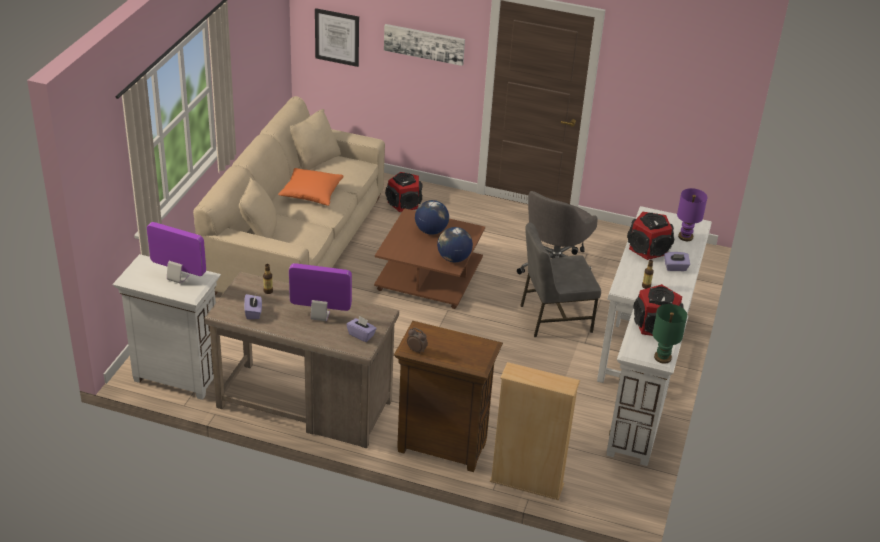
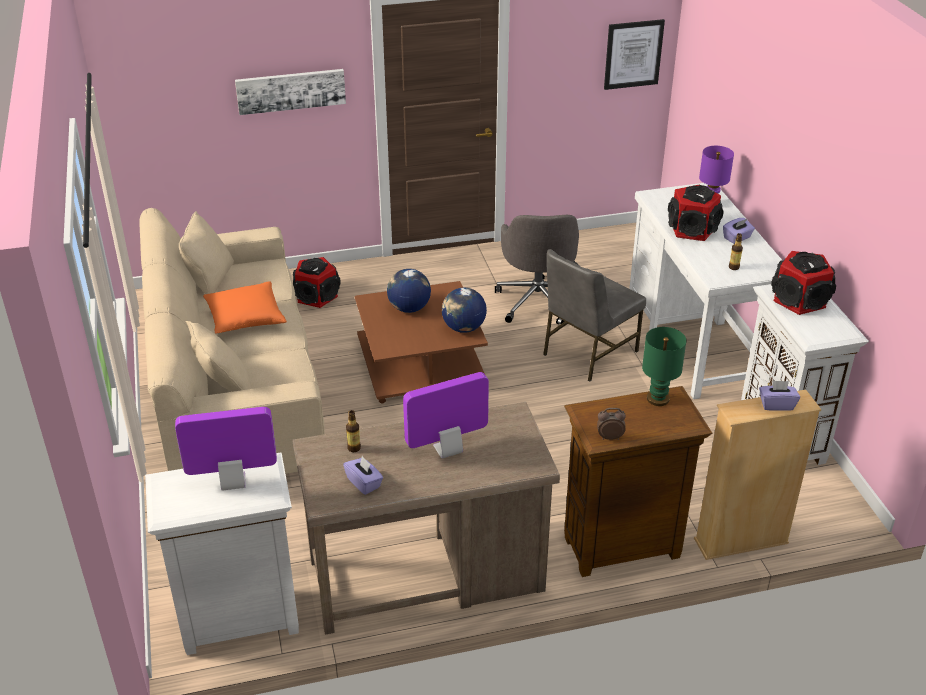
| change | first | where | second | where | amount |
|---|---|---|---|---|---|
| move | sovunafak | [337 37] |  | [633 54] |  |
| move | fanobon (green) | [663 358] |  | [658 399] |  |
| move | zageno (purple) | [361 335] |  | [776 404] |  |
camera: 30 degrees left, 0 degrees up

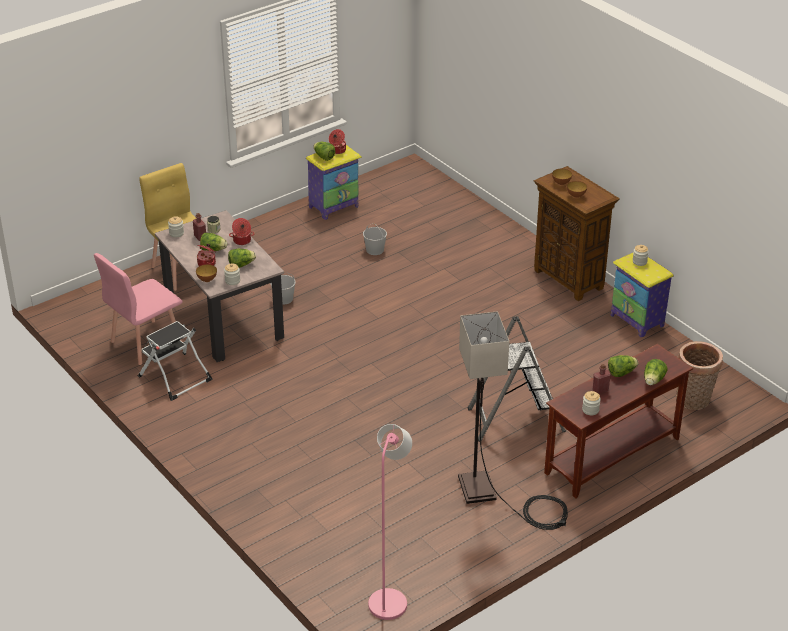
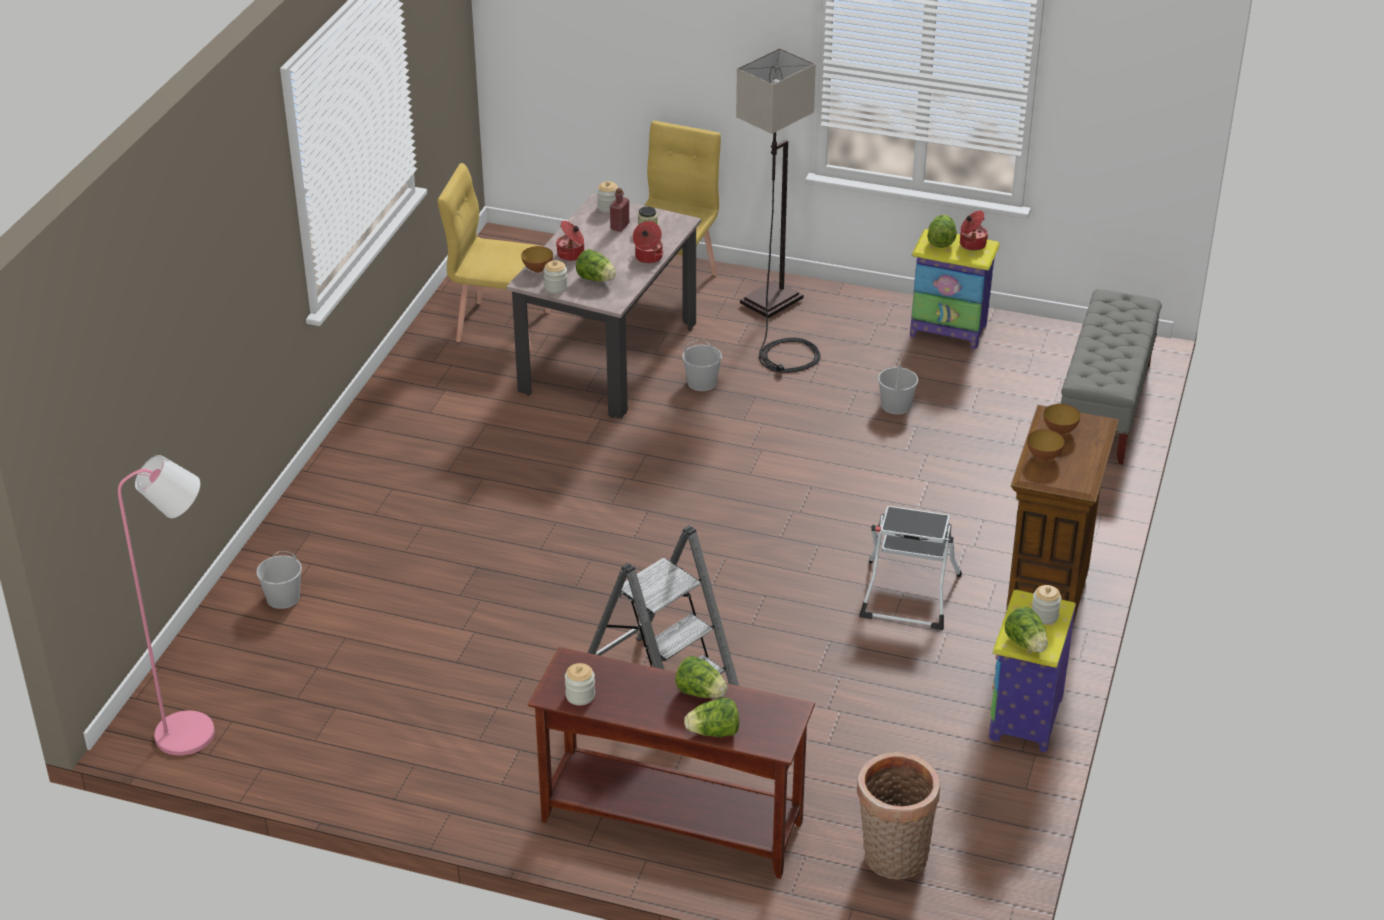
| change | first | where | second | where | amount |
|---|---|---|---|---|---|
| insert |  |  | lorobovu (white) | [283 598] |  |
| recolor | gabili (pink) | [145 342] | gabili (yellow) | [502 325] |  |
| move | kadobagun | [513 502] |  | [779 331] |  |
| move | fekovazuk | [175 376] |  | [908 592] |  |
| move | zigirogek | [213 250] |  | [1026 643] |  |
| insert |  |  | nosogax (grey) | [1104 408] |  |
| delete | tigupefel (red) | [600 390] |  |  |  |
camera: 55 degrees right, 0 degrees up

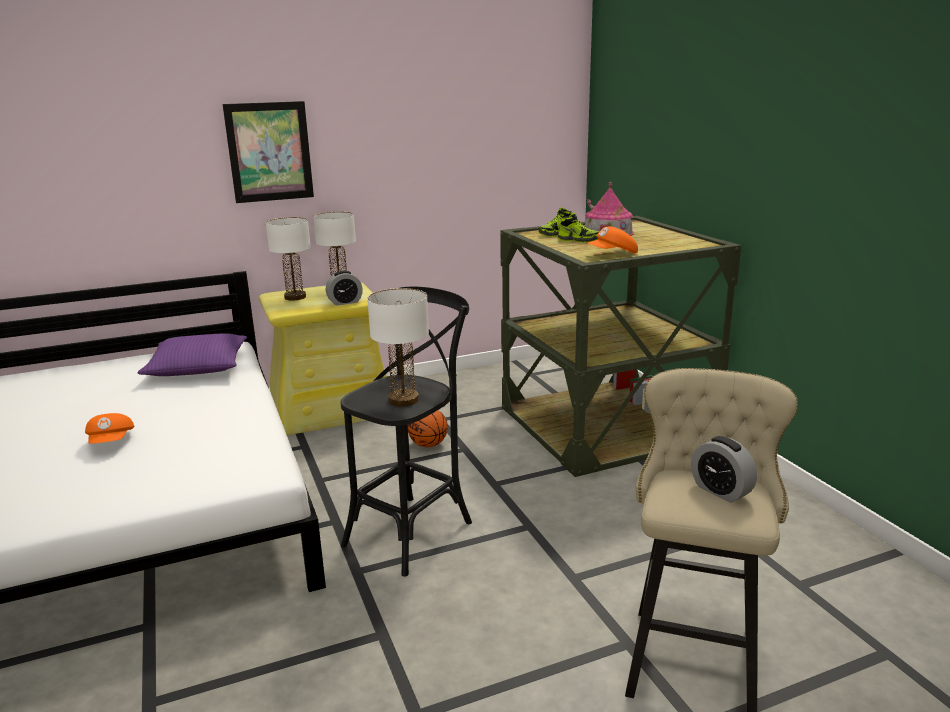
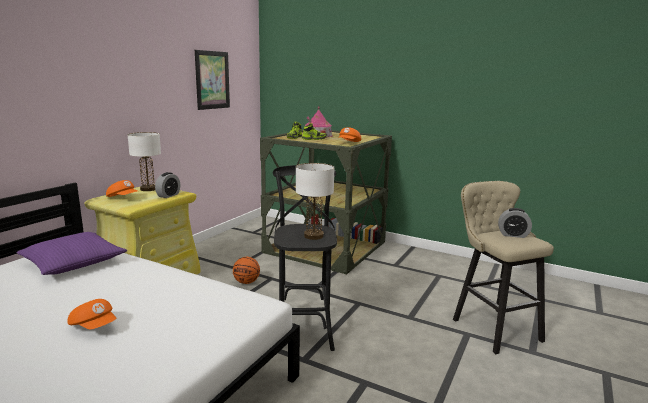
| change | first | where | second | where | amount |
|---|---|---|---|---|---|
| replace | fanobon | [295 297] | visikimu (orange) | [123 198] |  |
| move | sovunafak | [269 152] |  | [212 80] |  |
camera: 40 degrees left, 5 degrees down

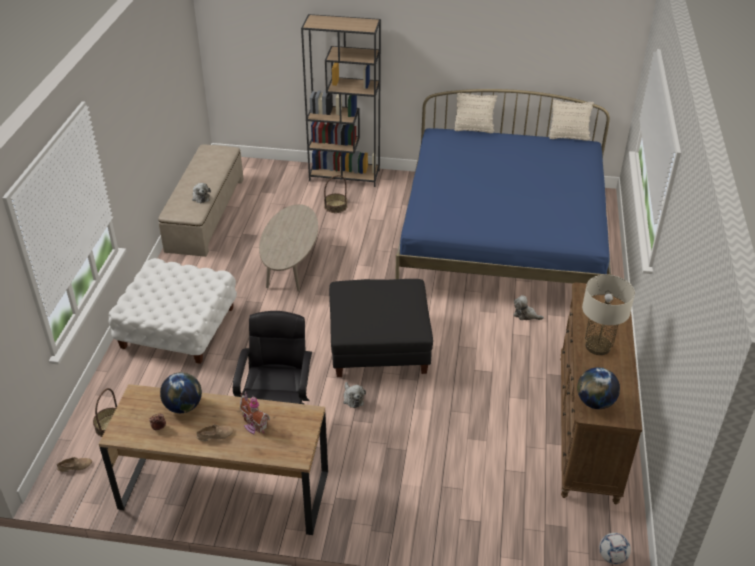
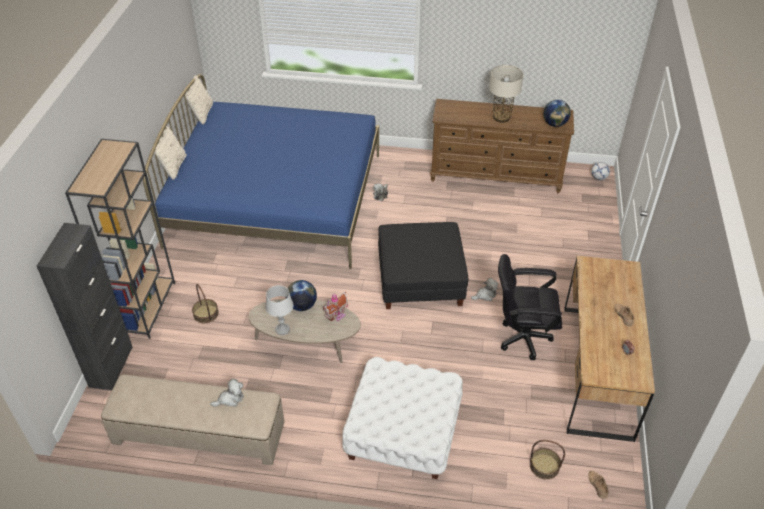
| change | first | where | second | where | amount |
|---|---|---|---|---|---|
| insert |  |  | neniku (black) | [111 367] |  |
| insert |  |  | fanobon (grey) | [282 329] |  |
| move | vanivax | [183 406] |  | [302 306] |  |
| move | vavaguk | [254 425] |  | [336 315] |  |
camera: 90 degrees left, 5 degrees up

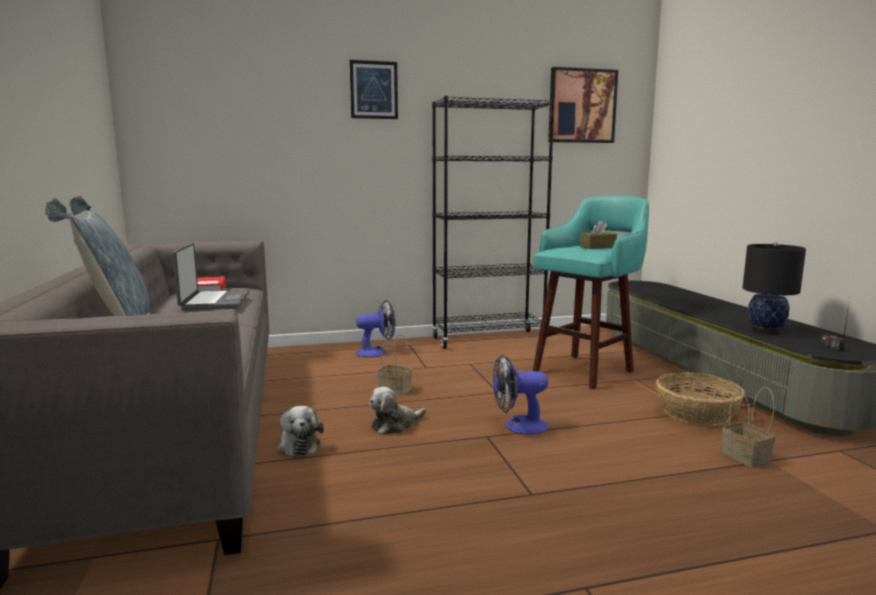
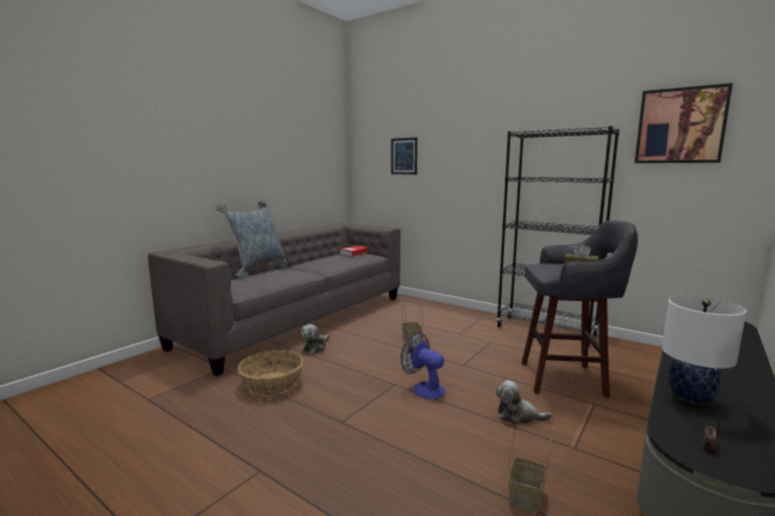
| change | first | where | second | where | amount |
|---|---|---|---|---|---|
| move | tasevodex | [696 413] |  | [272 384] |  |
| move | sovunafak | [374 90] |  | [404 156] |  |
| move | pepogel | [395 425] |  | [518 416] |  |
| recolor | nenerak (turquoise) | [586 370] | nenerak (grey) | [566 379] |  |
| recolor | fanobon (black) | [766 330] | fanobon (white) | [690 400] |  |
| delete | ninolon | [214 302] |  |  |  |
| delete | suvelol | [376 352] |  |  |  |
camera: 50 degrees right, 0 degrees up

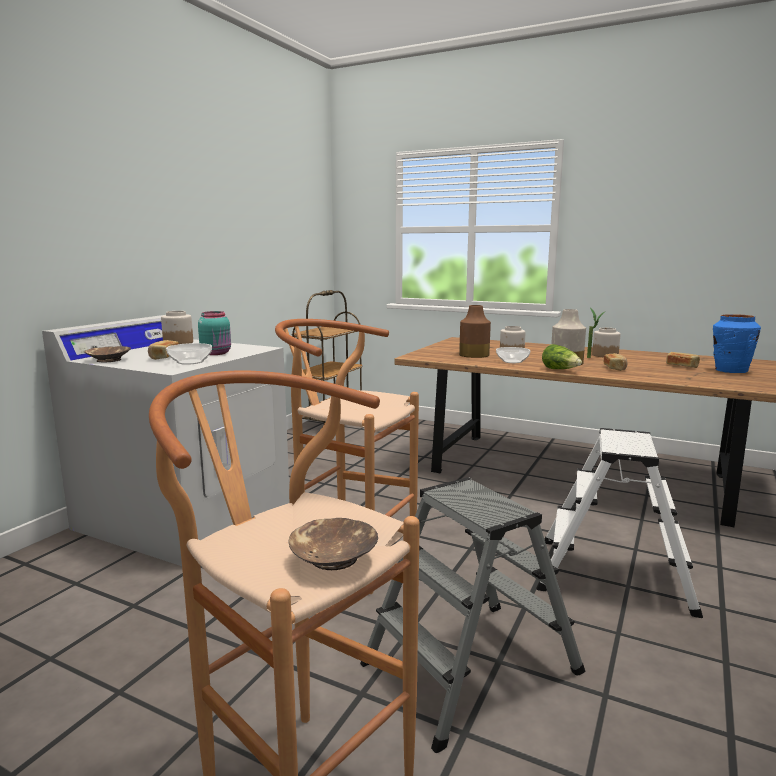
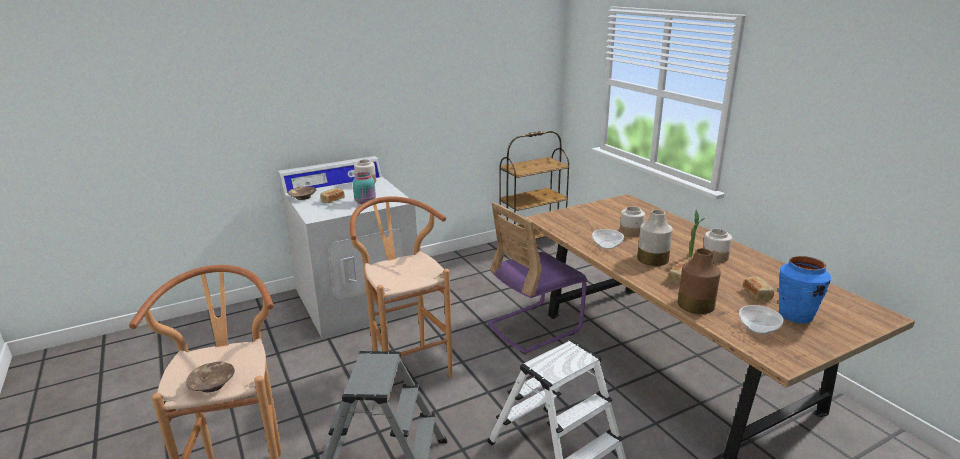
| change | first | where | second | where | amount |
|---|---|---|---|---|---|
| insert |  |  | gabili (purple) | [534 327] |  |
| move | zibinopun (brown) | [474 354] |  | [696 304] |  |
| move | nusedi | [190 362] |  | [758 327] |  |
| delete | zigirogek | [560 370] |  |  |  |
camera: 35 degrees right, 10 degrees up

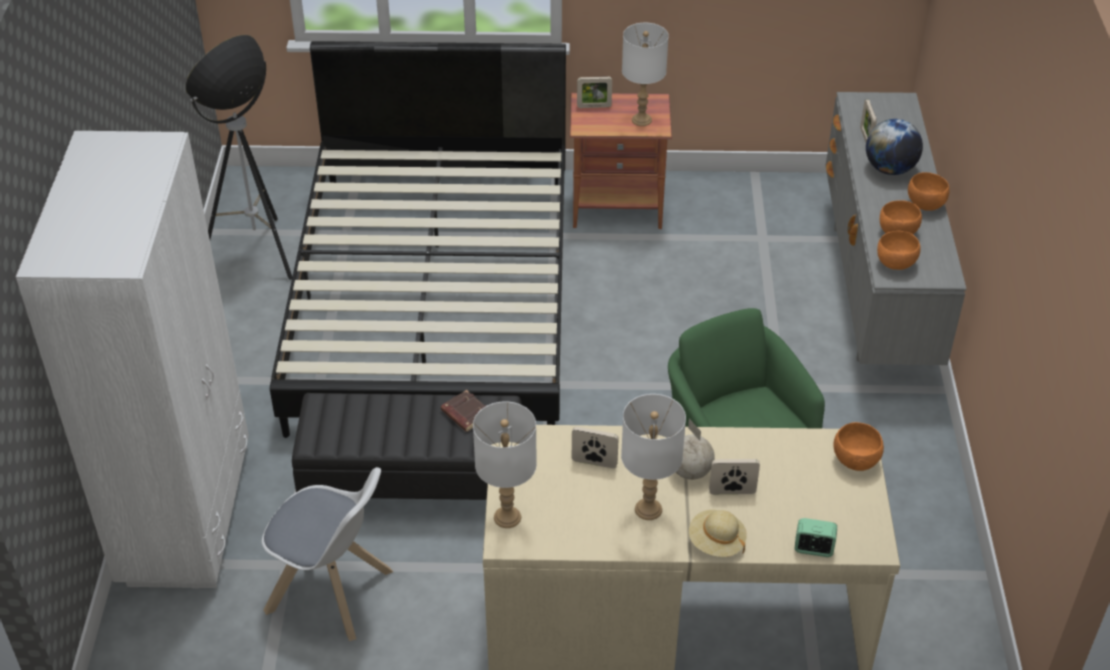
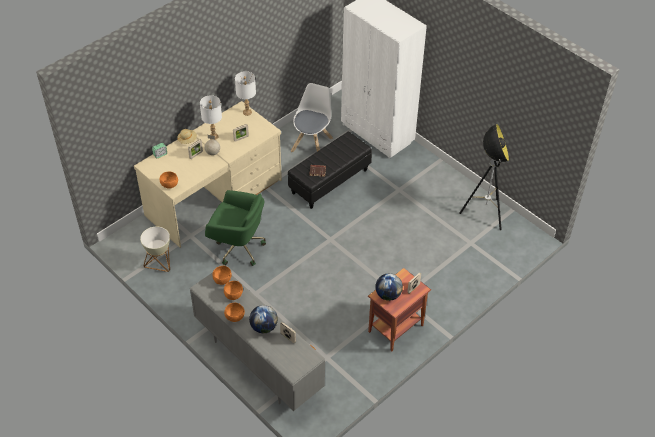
| change | first | where | second | where | amount |
|---|---|---|---|---|---|
| insert |  |  | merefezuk | [159 264] |  |
| rotate | gabili | [332 593] |  | [312 143] | 135 degrees clockwise |
| replace | fanobon (white) | [641 120] | vanivax | [388 295] |  |
| delete | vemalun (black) | [434 301] |  |  |  |
camera: 135 degrees right, 5 degrees up

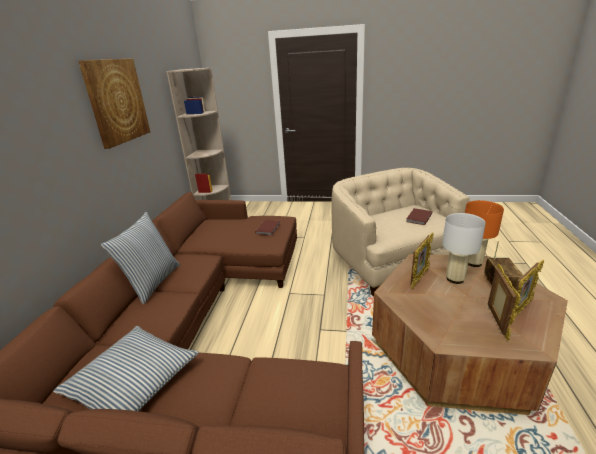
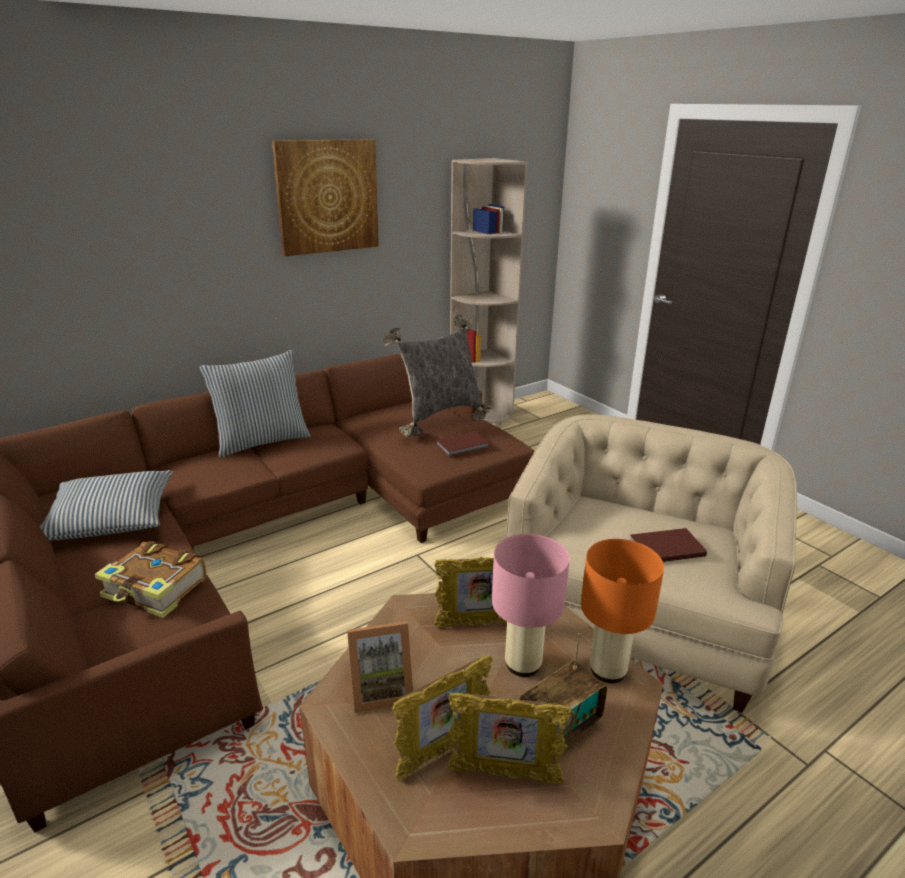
| change | first | where | second | where | amount |
|---|---|---|---|---|---|
| insert |  |  | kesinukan | [156 590] |  |
| insert |  |  | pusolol | [381 690] |  |
| insert |  |  | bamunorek | [438 423] |  |
| recolor | fanobon (white) | [455 279] | fanobon (pink) | [524 665] |  |
camera: 45 degrees right, 0 degrees up

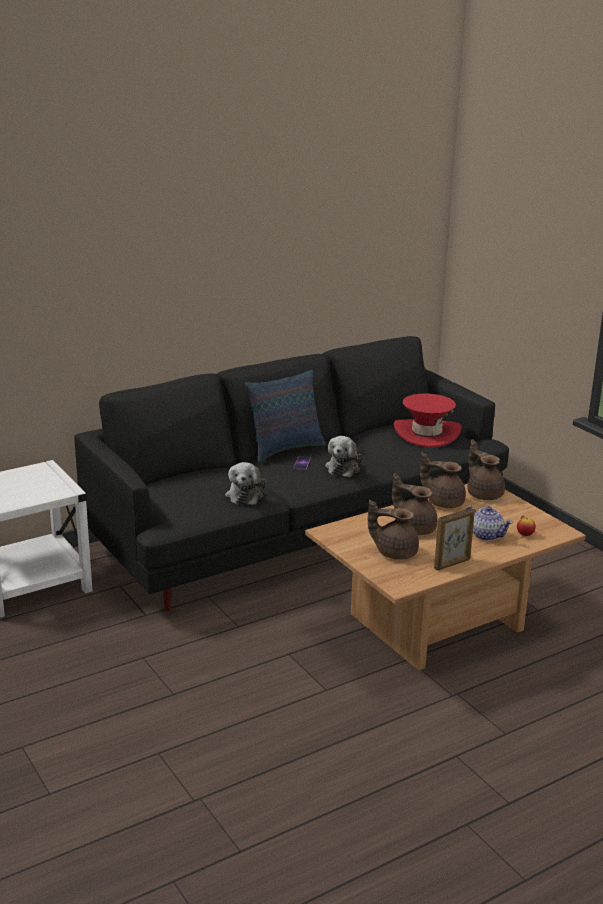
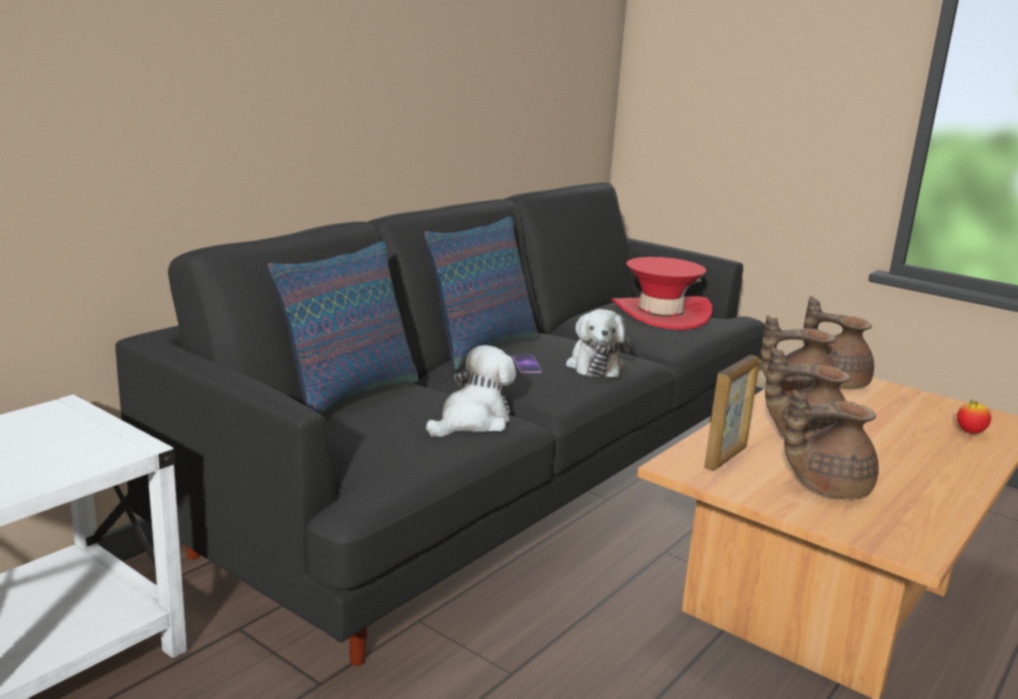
| change | first | where | second | where | amount |
|---|---|---|---|---|---|
| insert |  |  | bamunorek (blue) | [350 396] |  |
| rotate | pepogel | [244 495] |  | [473 421] | 120 degrees counterclockwise |
| move | pusolol | [452 564] |  | [726 458] |  |
| delete | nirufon | [486 535] |  |  |  |
camera: 20 degrees left, 5 degrees down

